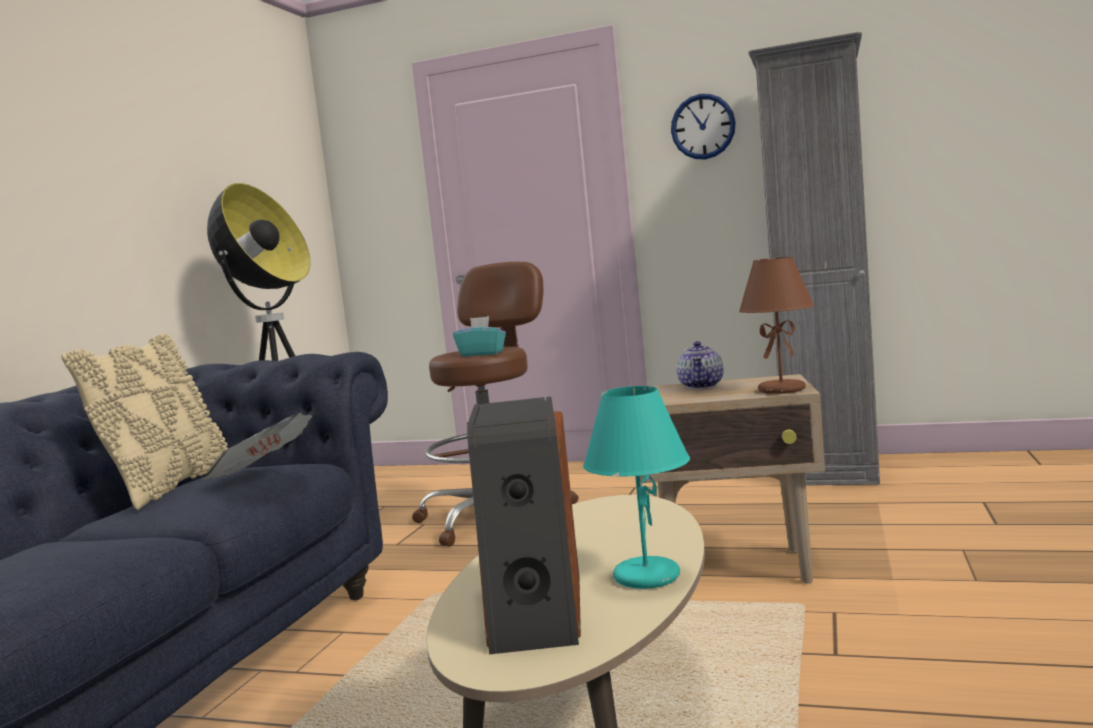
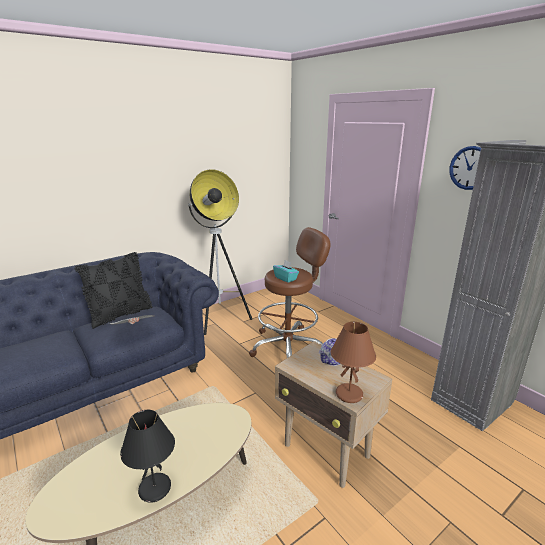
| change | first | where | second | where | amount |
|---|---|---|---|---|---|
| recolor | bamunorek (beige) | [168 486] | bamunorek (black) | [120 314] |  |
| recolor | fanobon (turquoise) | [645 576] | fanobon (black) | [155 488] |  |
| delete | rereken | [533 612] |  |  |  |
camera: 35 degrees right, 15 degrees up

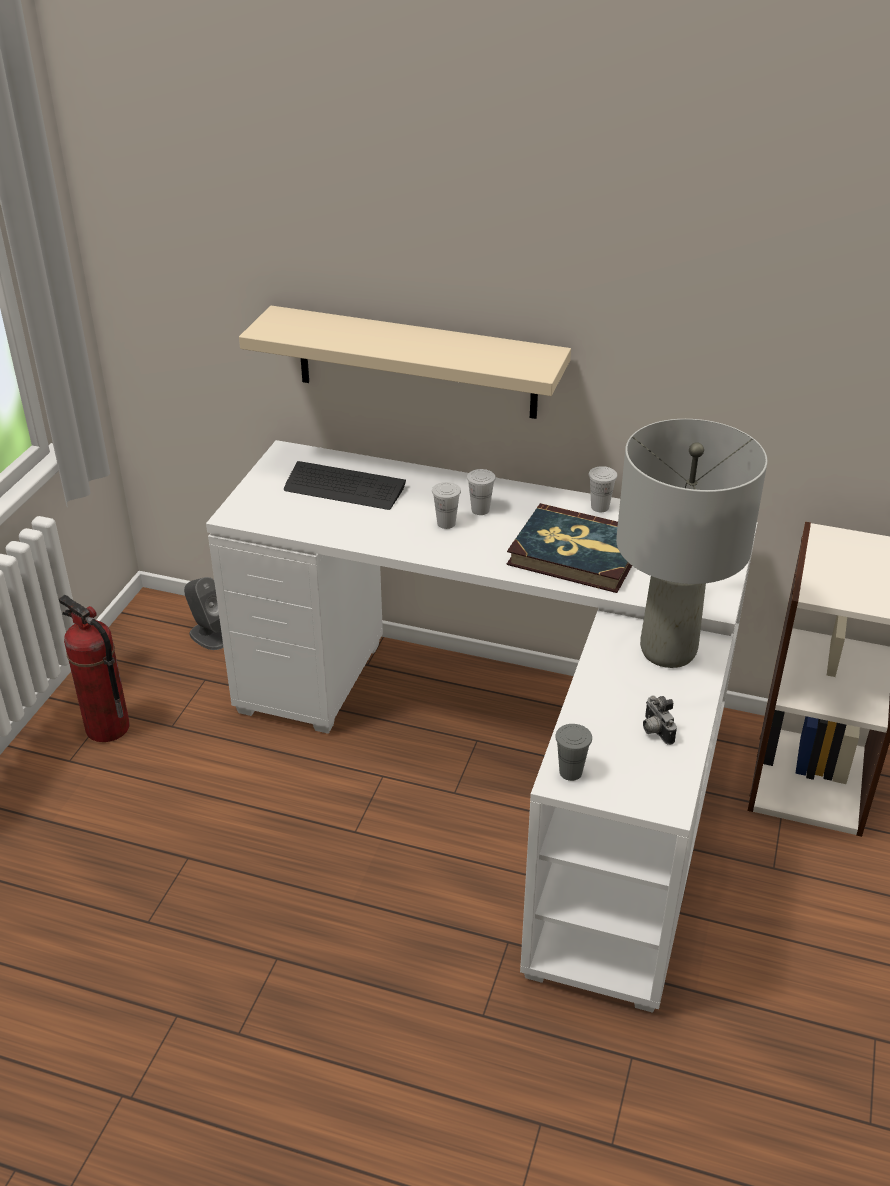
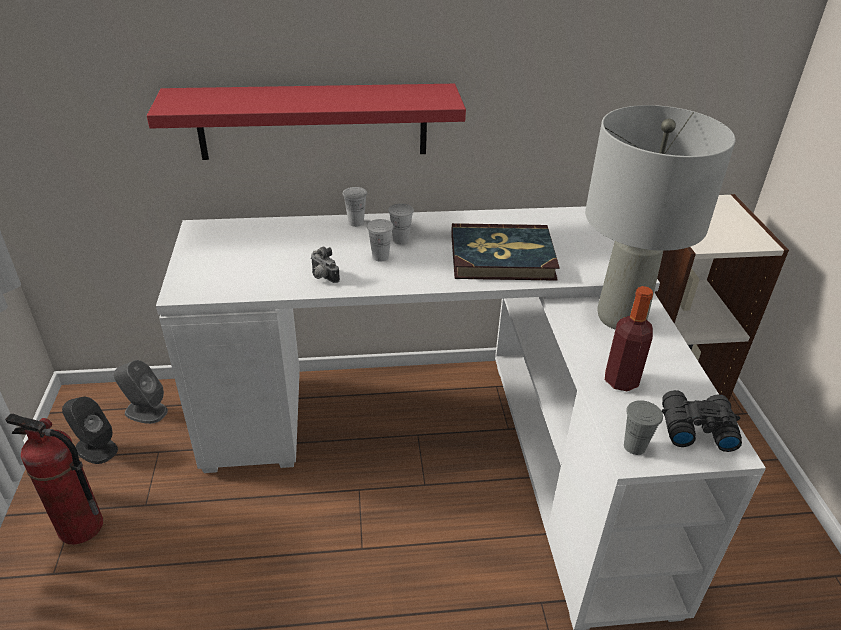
| change | first | where | second | where | amount |
|---|---|---|---|---|---|
| insert |  |  | rereken (black) | [96 448] |  |
| recolor | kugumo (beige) | [416 363] | kugumo (red) | [313 121] |  |
| move | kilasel | [654 731] |  | [322 277] |  |
| move | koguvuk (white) | [600 507] |  | [356 222] |  |
| insert |  |  | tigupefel | [621 380] |  |
| insert |  |  | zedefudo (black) | [695 427] |  |
| delete | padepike | [344 488] |  |  |  |
camera: 25 degrees left, 0 degrees up

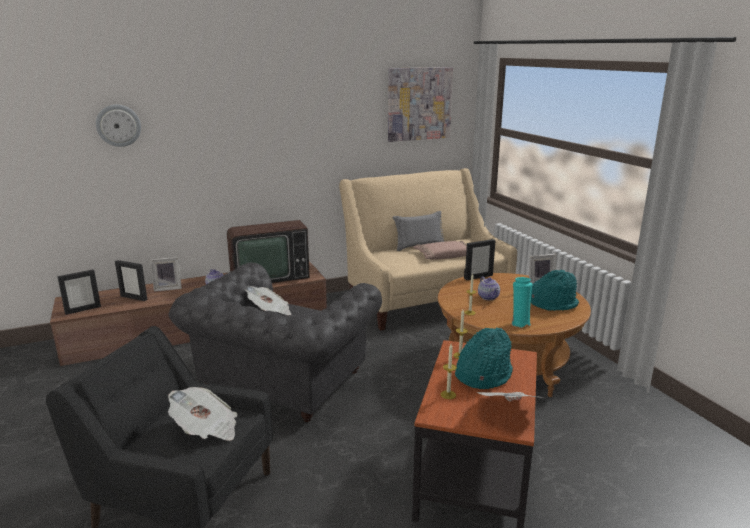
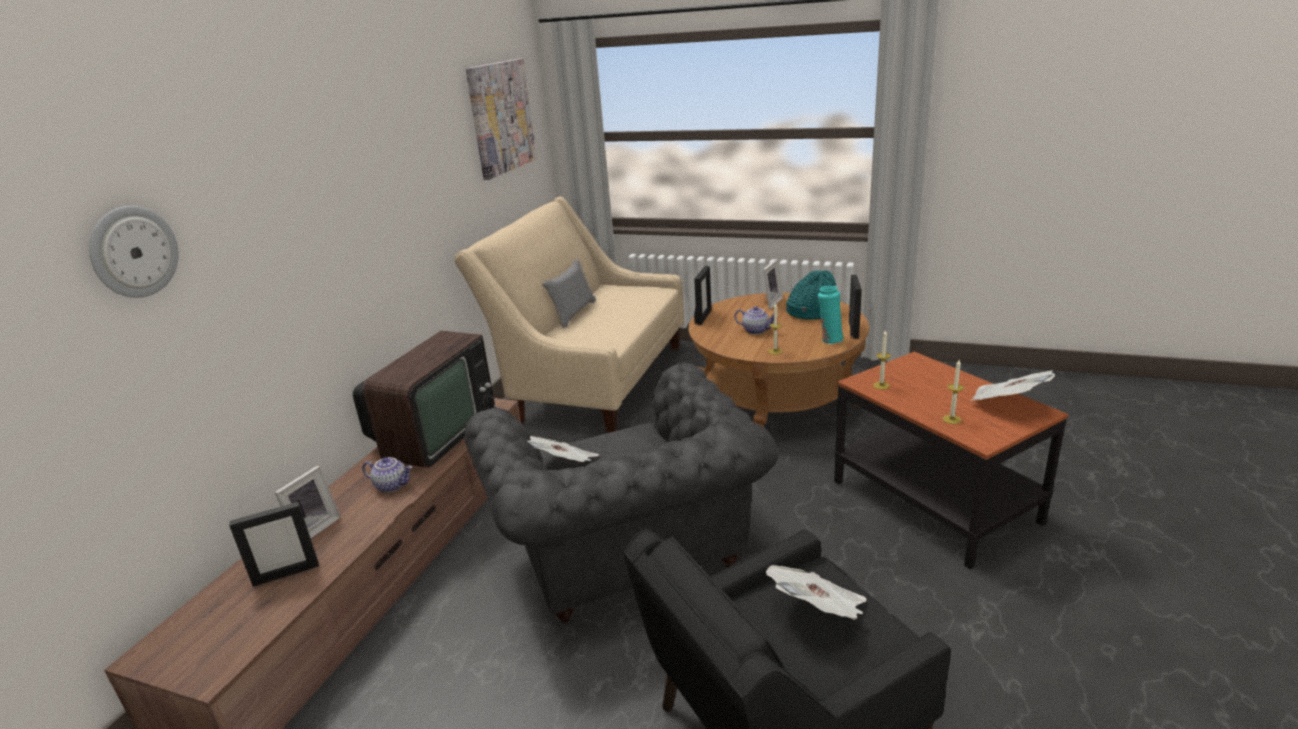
| change | first | where | second | where | amount |
|---|---|---|---|---|---|
| move | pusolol | [83 309] |  | [852 330] |  |
| delete | bamunorek (beige) | [444 254] |  |  |  |
| delete | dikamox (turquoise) | [482 375] |  |  |  |
camera: 45 degrees left, 5 degrees up

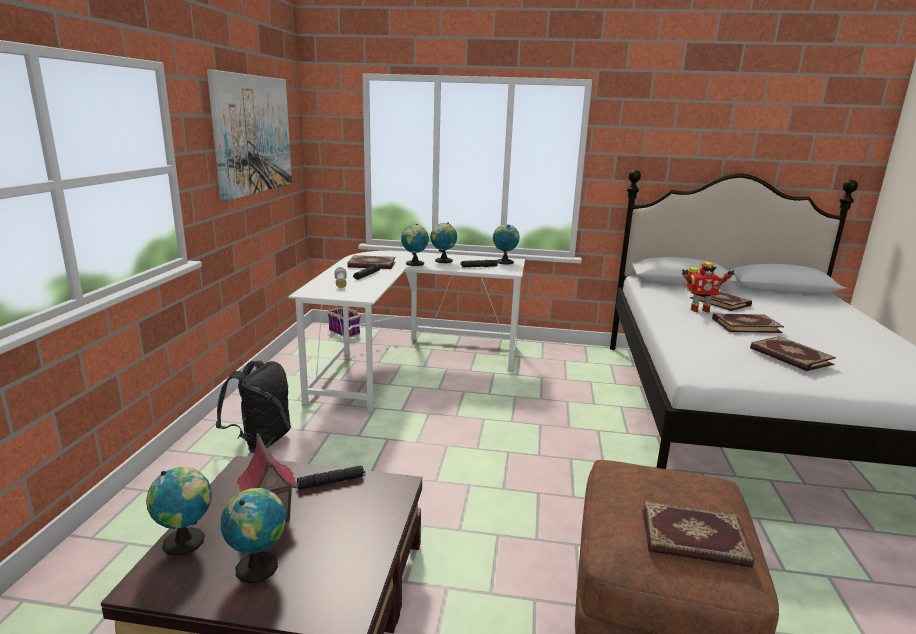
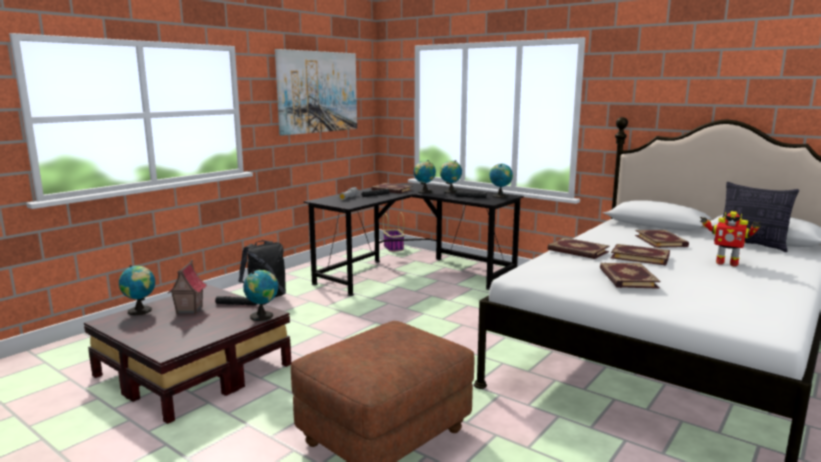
| change | first | where | second | where | amount |
|---|---|---|---|---|---|
| move | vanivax | [258 565] |  | [263 316] |  |
| recolor | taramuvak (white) | [406 363] | taramuvak (black) | [413 272] |  |
| move | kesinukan | [693 539] |  | [577 251] |  |
| move | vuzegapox | [699 310] |  | [726 263] |  |
| insert |  |  | bamunorek | [751 245] |  |
camera: 30 degrees right, 5 degrees down

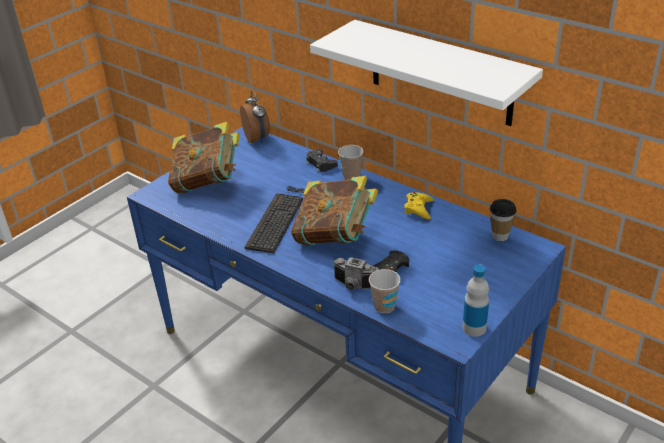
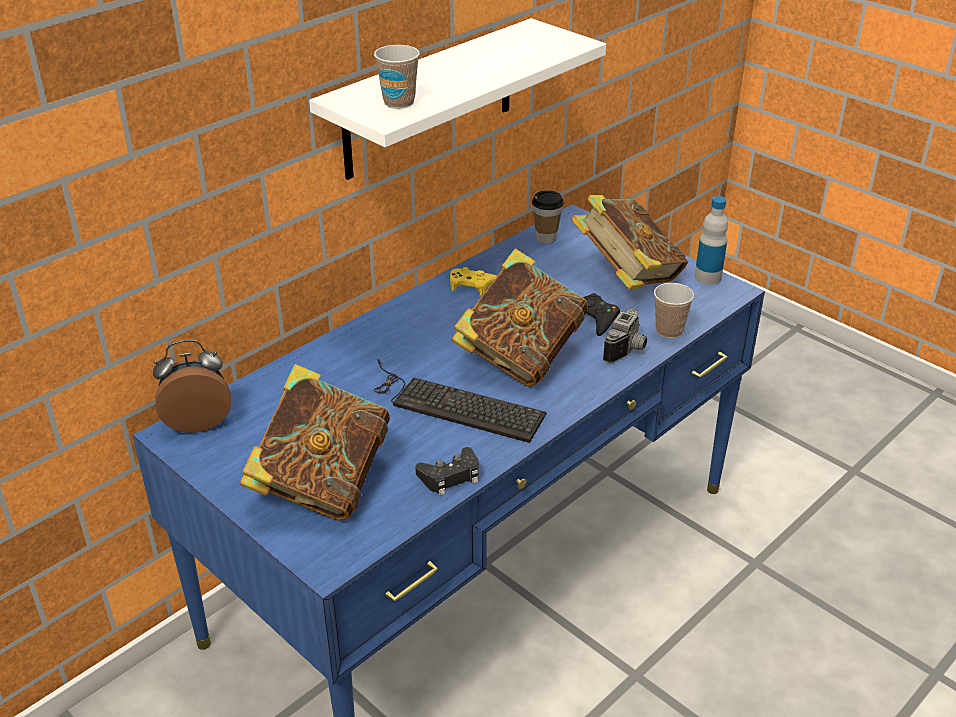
| change | first | where | second | where | amount |
|---|---|---|---|---|---|
| move | koguvuk | [351 176] |  | [399 102] |  |
| move | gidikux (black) | [320 164] |  | [450 476] |  |
| insert |  |  | kesinukan | [626 277] |  |
camera: 85 degrees left, 0 degrees up

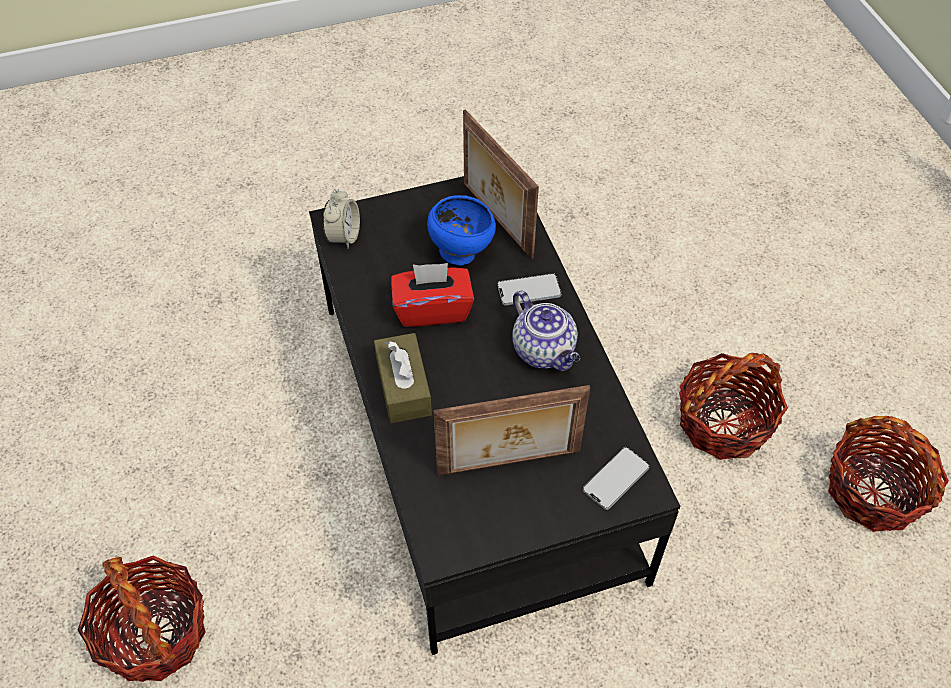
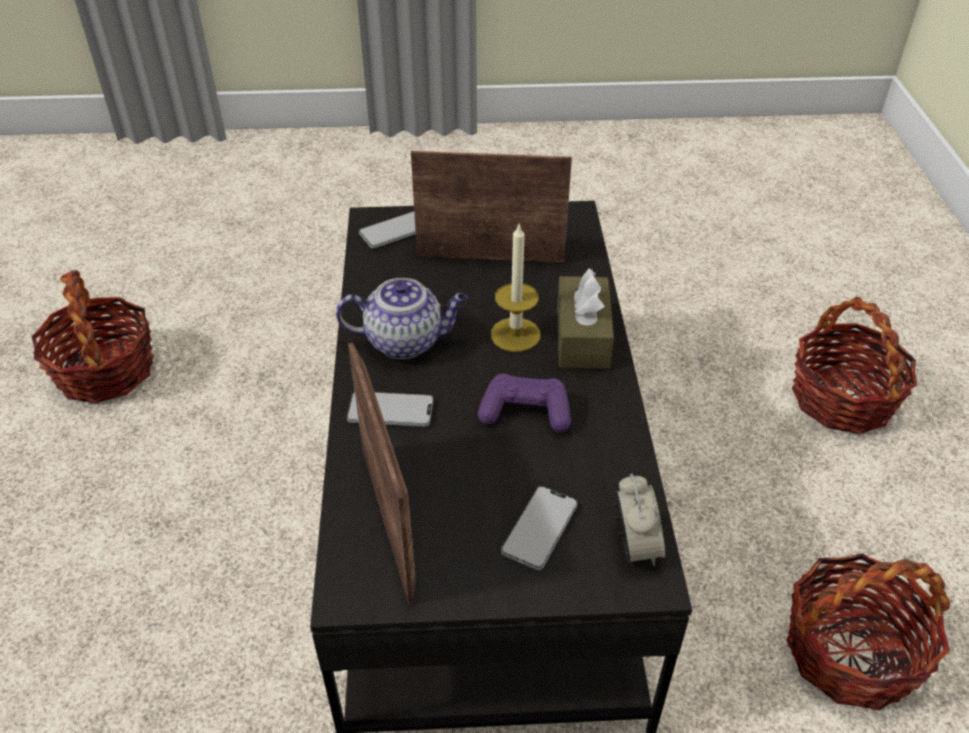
| change | first | where | second | where | amount |
|---|---|---|---|---|---|
| rotate | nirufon | [545 351] |  | [406 341] | 105 degrees clockwise |
| replace | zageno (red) | [432 309] | gidikux (purple) | [525 412] |  |
| insert |  |  | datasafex | [515 334] |  |
| insert |  |  | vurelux | [539 528] |  |
| rotate | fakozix | [343 236] |  | [635 546] | 150 degrees clockwise |
| move | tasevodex | [723 422] |  | [850 652] |  |
| delete | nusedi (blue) | [460 252] |  |  |  |
camera: 165 degrees left, 10 degrees down

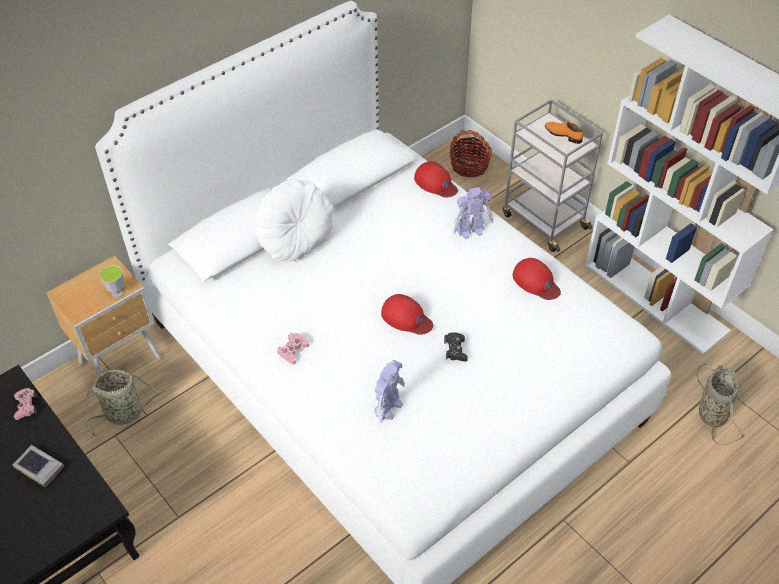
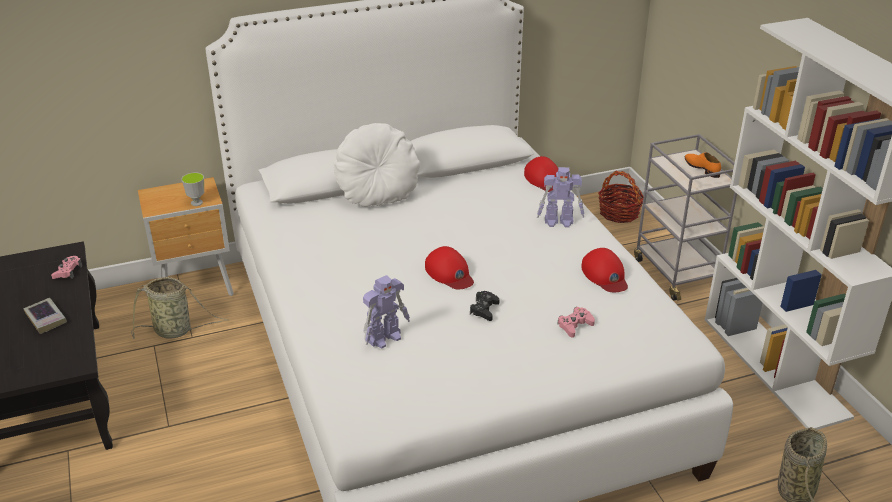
| change | first | where | second | where | amount |
|---|---|---|---|---|---|
| move | gidikux (pink) | [293 350] |  | [575 325] |  |
camera: 20 degrees right, 15 degrees down

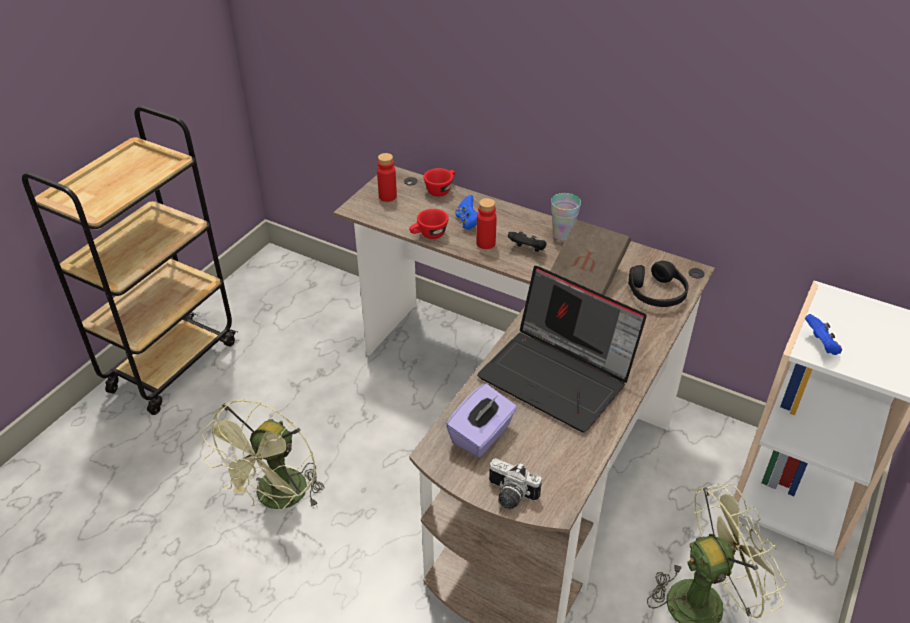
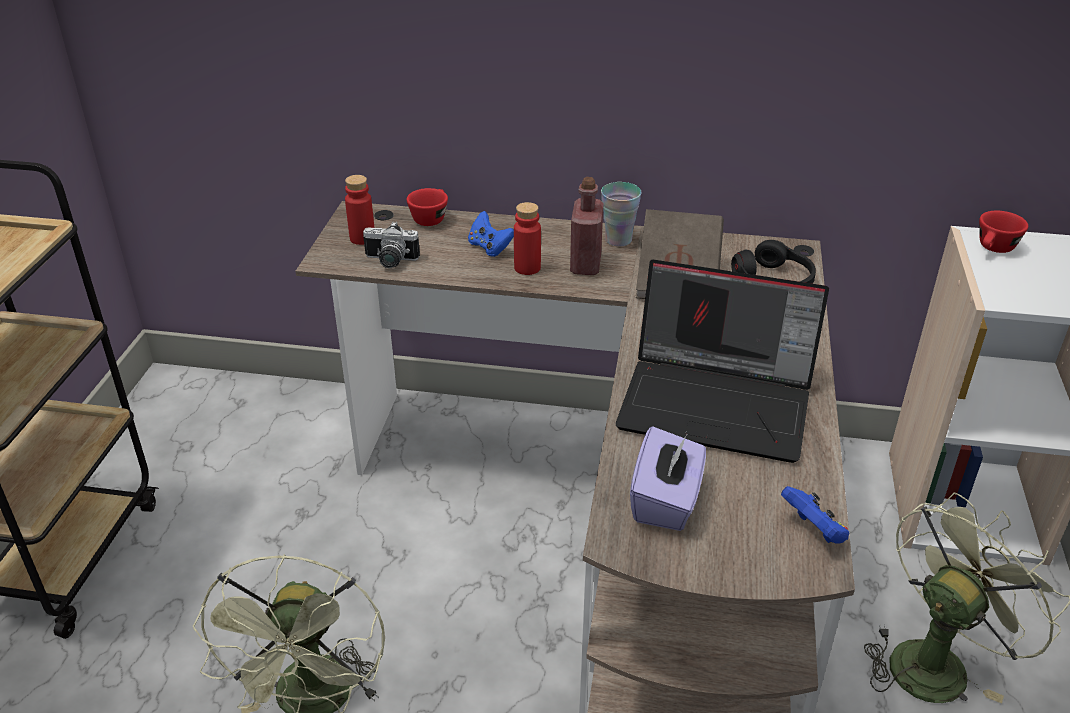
| change | first | where | second | where | amount |
|---|---|---|---|---|---|
| move | kilasel | [509 496] |  | [390 261] |  |
| replace | gidikux (black) | [527 249] | tigupefel (red) | [585 264] |  |
| move | gidikux (blue) | [820 345] |  | [814 531] |  |
| move | koguvuk (red) | [428 235] |  | [994 249] |  |
camera: 20 degrees left, 5 degrees down

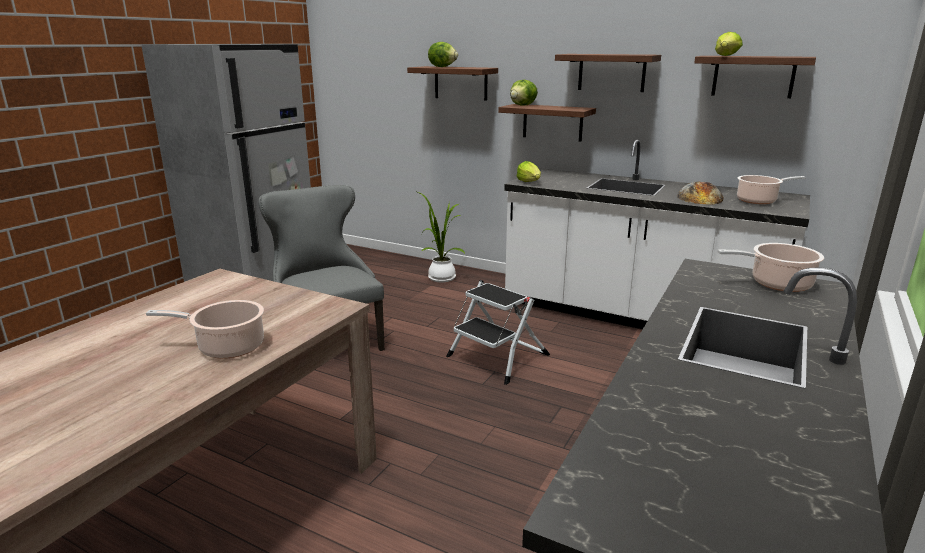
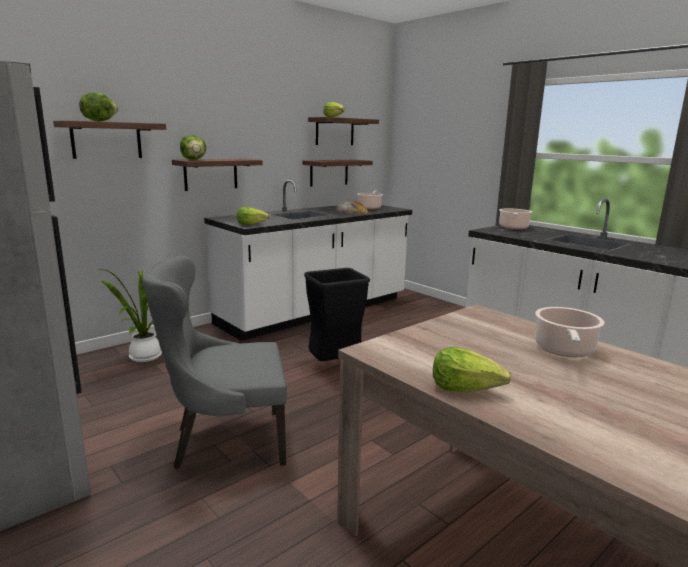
| change | first | where | second | where | amount |
|---|---|---|---|---|---|
| move | kugumo | [611 72] |  | [329 172] |  |
| replace | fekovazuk | [498 357] | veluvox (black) | [335 366] |  |
| insert |  |  | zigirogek | [465 388] |  |
camera: 70 degrees left, 5 degrees down

